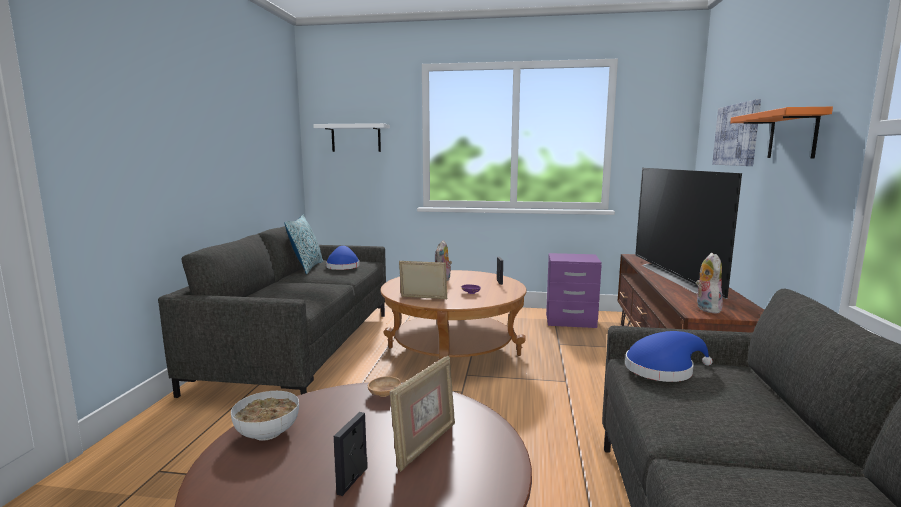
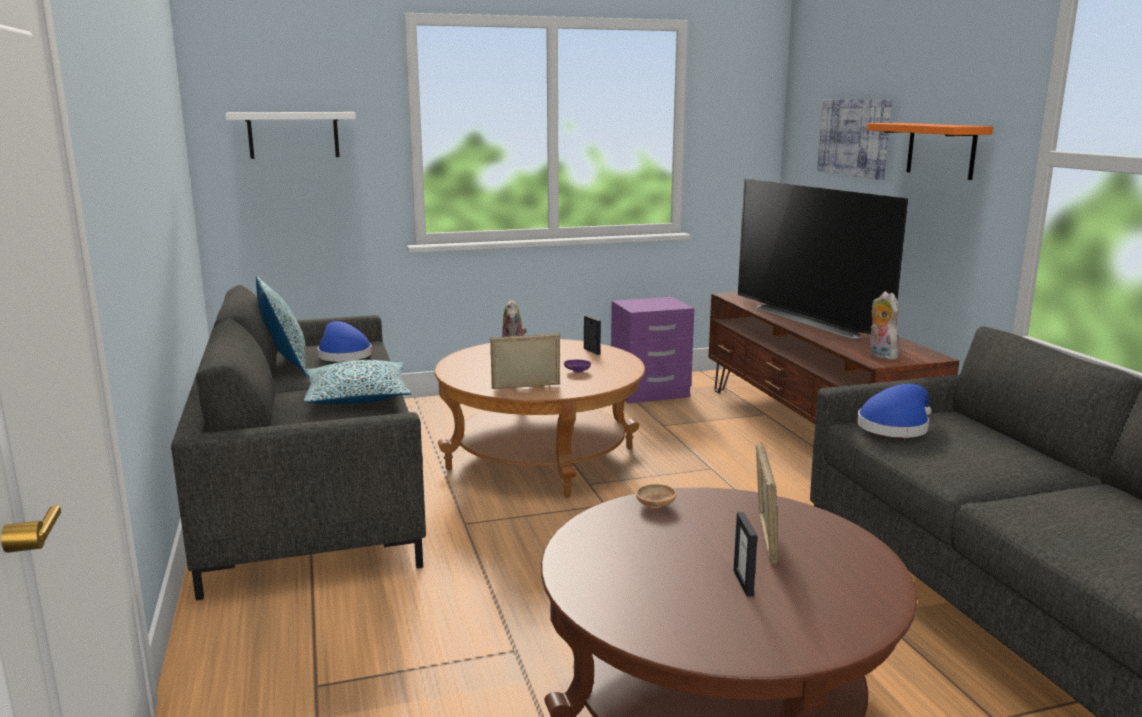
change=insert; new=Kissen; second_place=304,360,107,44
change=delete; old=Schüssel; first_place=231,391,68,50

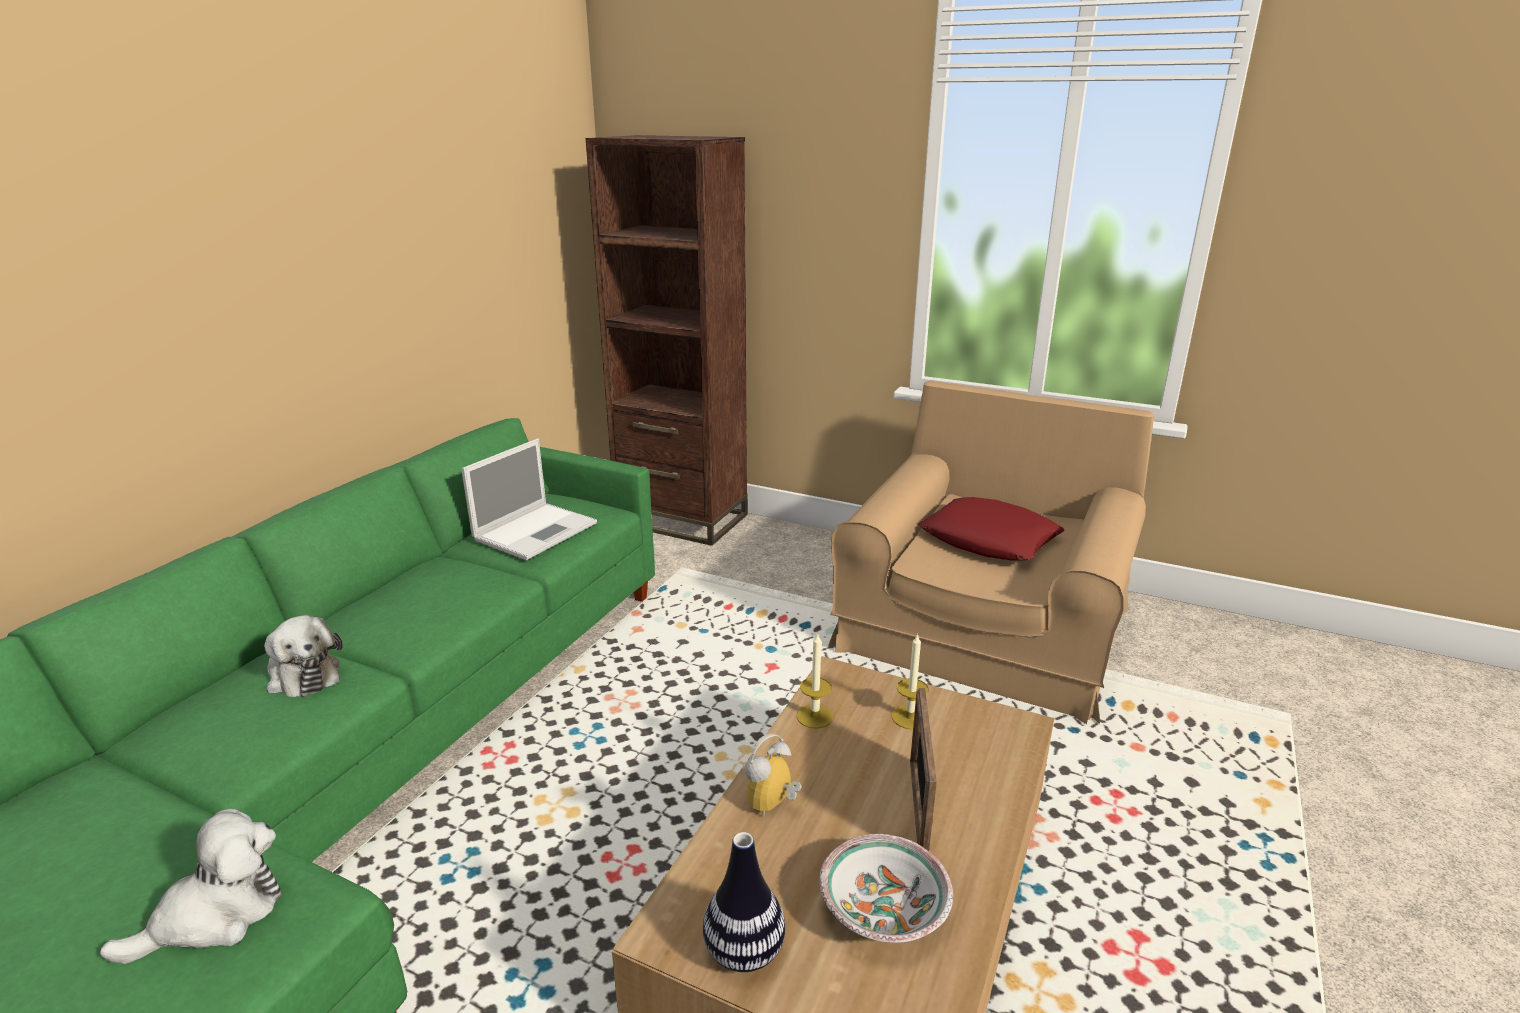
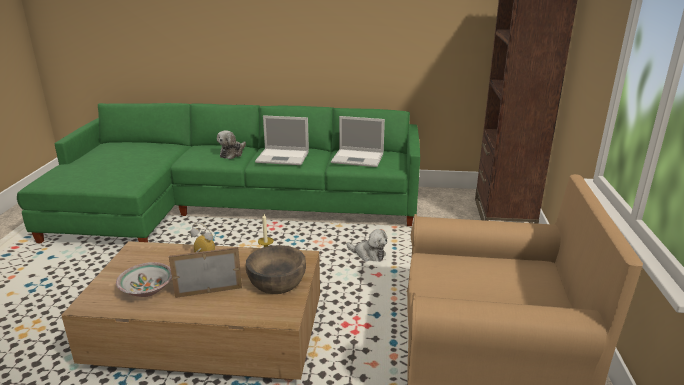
change=replace; old=Kerze; new=Schüssel/braun; first_place=892,633,37,97; second_place=246,245,60,49
change=insert; new=Laptop; second_place=255,115,54,50
change=move; old=Plüschtier; first_place=100,809,181,155; second_place=347,229,40,33
change=delete; old=Vase; first_place=703,832,82,140
change=delete; old=Kissen/rot; first_place=919,497,145,64

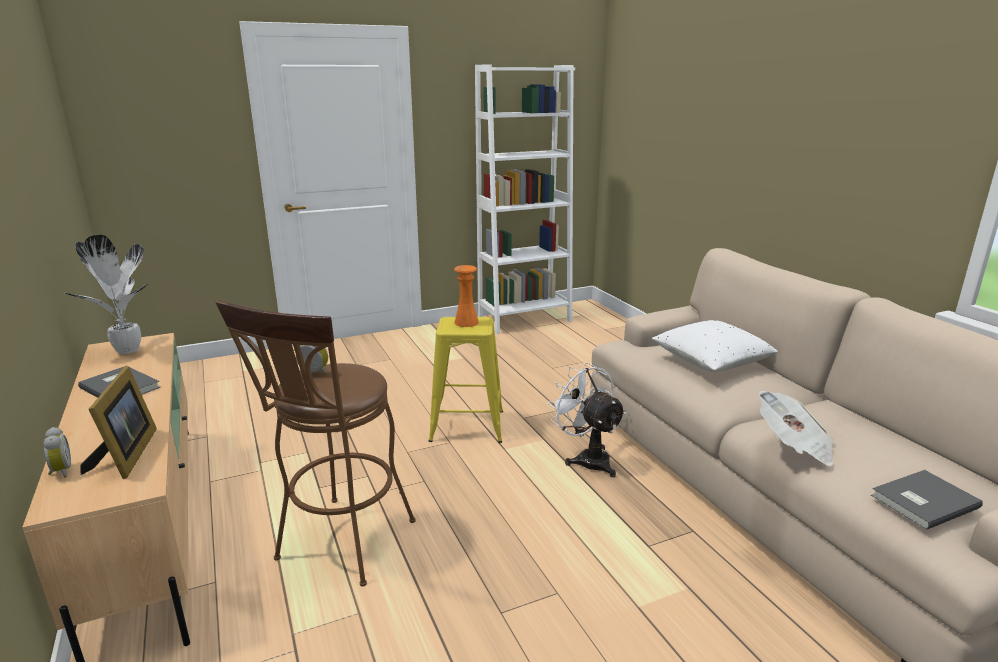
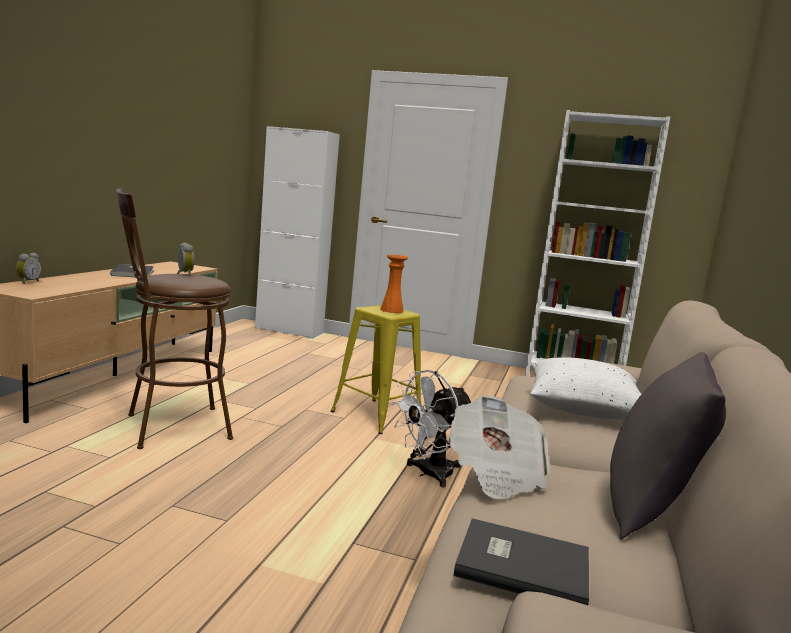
change=insert; new=Schrank/weiß; second_place=255,126,85,213
change=rotate; old=Ventilator/weiß; first_place=548,362,78,115; second_place=391,370,80,118; degrees=-135
change=insert; new=Kissen/grau; second_place=610,352,116,188
change=delete; old=Topfpflanze; first_place=65,235,85,119
change=delete; old=Bilderrahmen; first_place=80,366,77,113

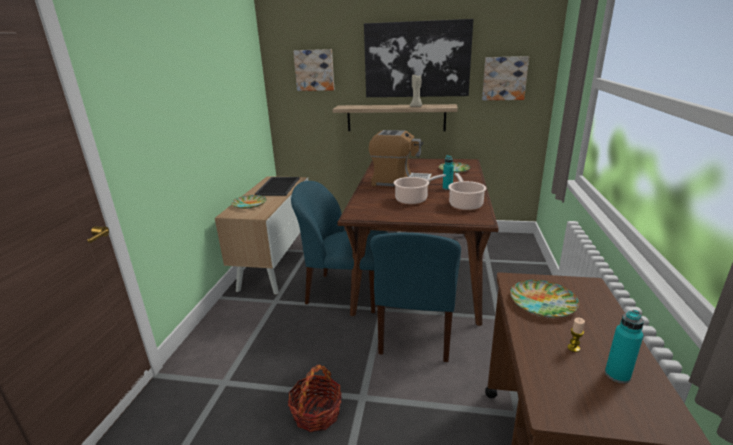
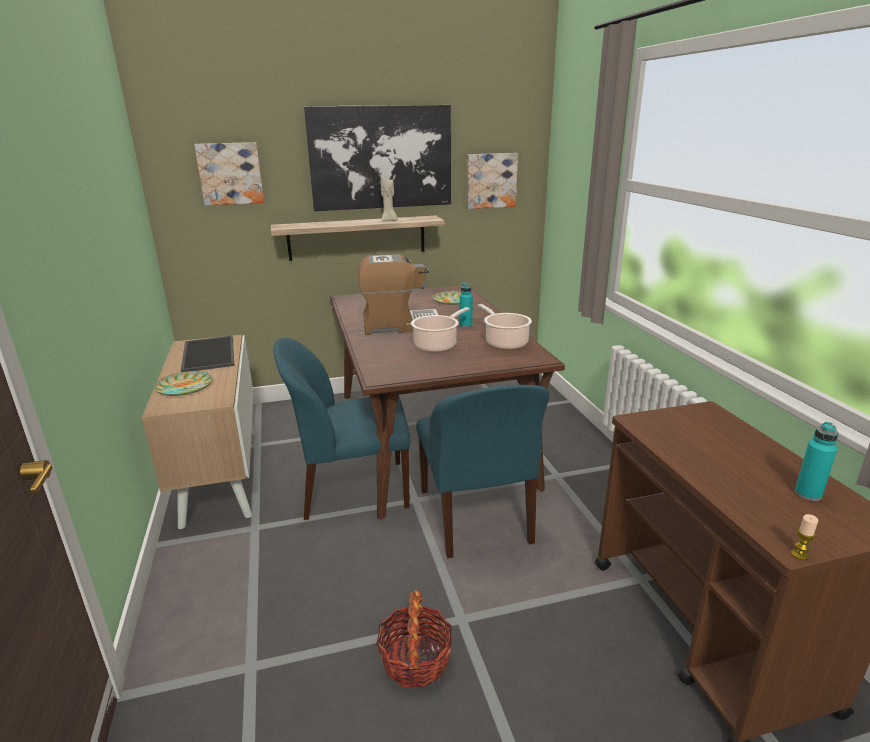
change=move; old=Kerze; first_place=567,318,18,34; second_place=791,514,27,46
change=delete; old=Teller; first_place=510,280,69,38

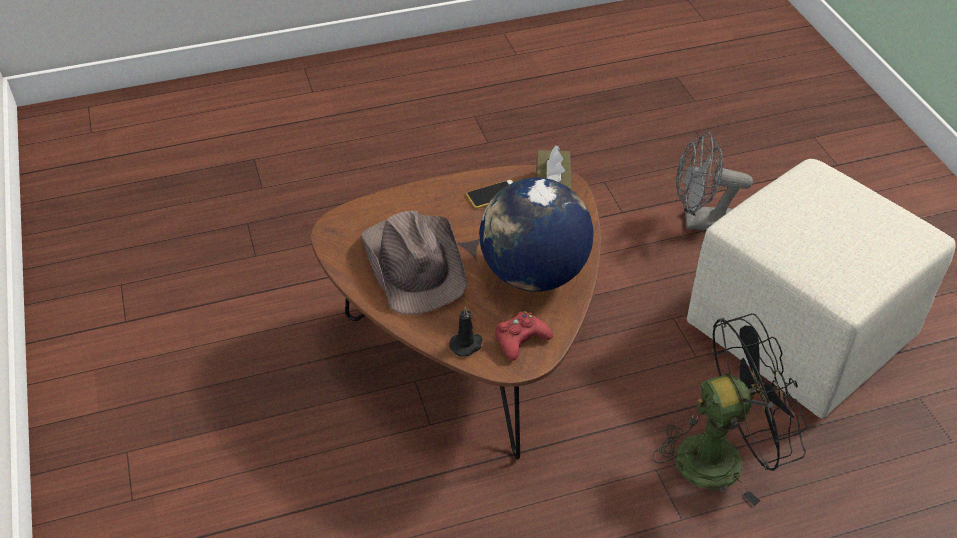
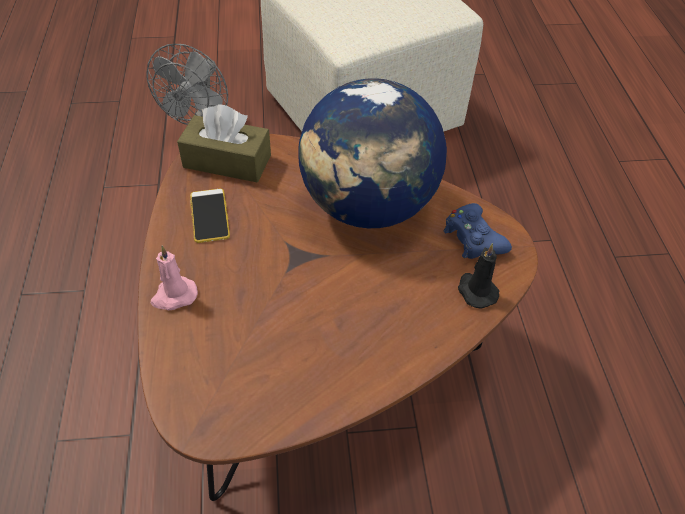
change=insert; new=Kerze/rosa; second_place=151,246,47,64
change=recolor; old=Gamepad/rot; new=Gamepad/blau; first_place=495,311,58,50; second_place=444,203,68,56
change=delete; old=Hut/braun; first_place=361,211,106,103
change=delete; old=Ventilator/schwarz; first_place=652,313,156,193

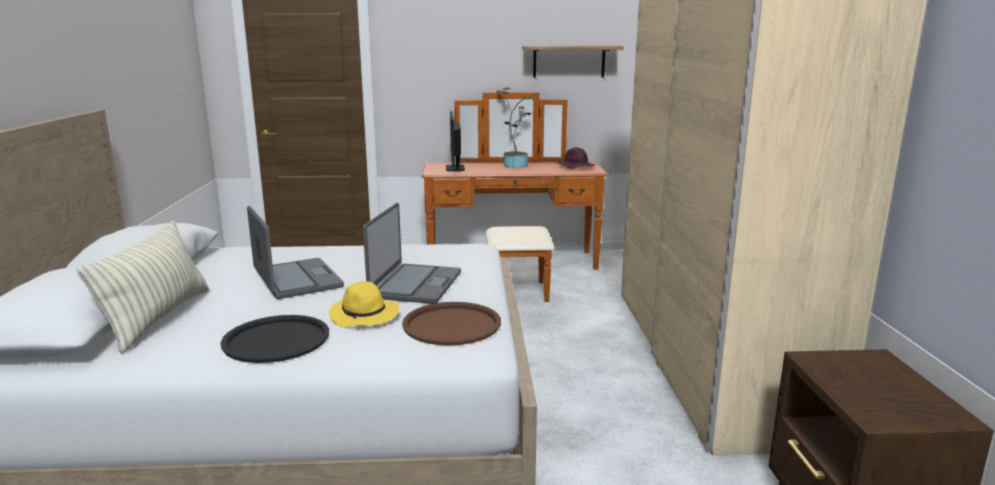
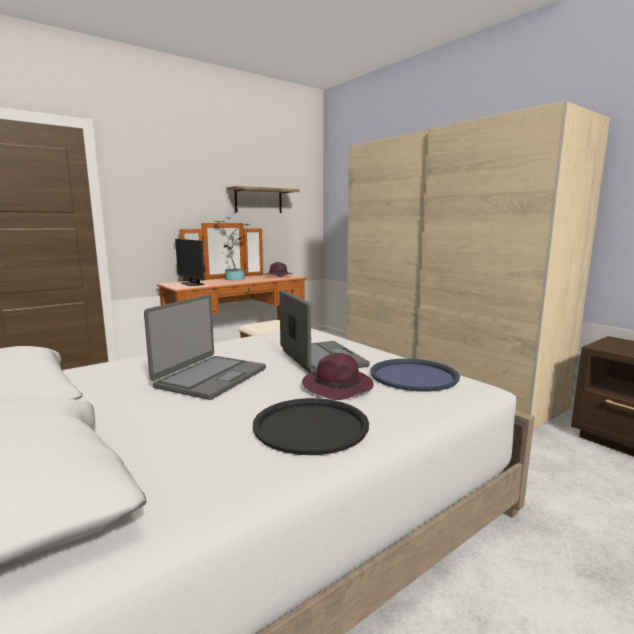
change=rotate; old=Laptop; first_place=247,206,97,93; second_place=144,295,122,105; degrees=90
change=recolor; old=Hut/gelb; new=Hut/lila; first_place=329,281,70,46; second_place=302,353,72,47
change=recolor; old=Tablett/braun; new=Tablett/blau; first_place=402,302,99,43; second_place=371,359,89,32
change=delete; old=Kissen; first_place=77,221,132,132

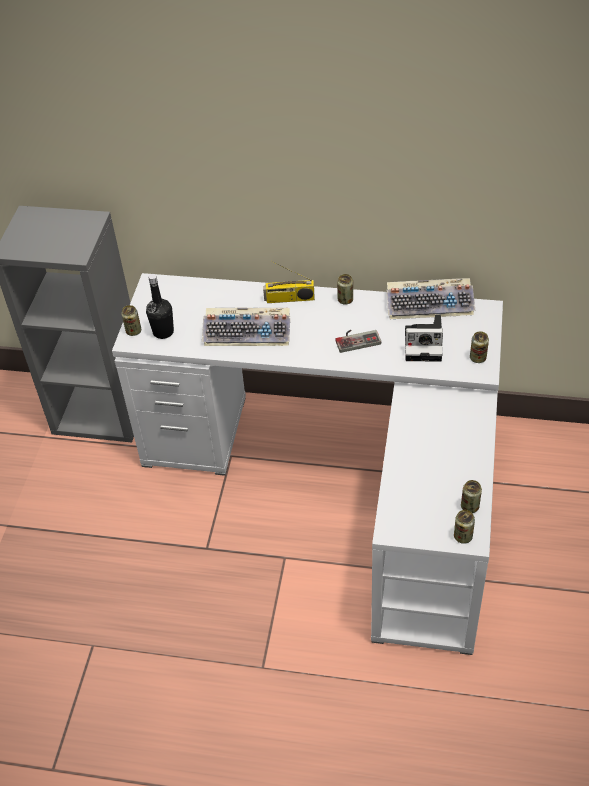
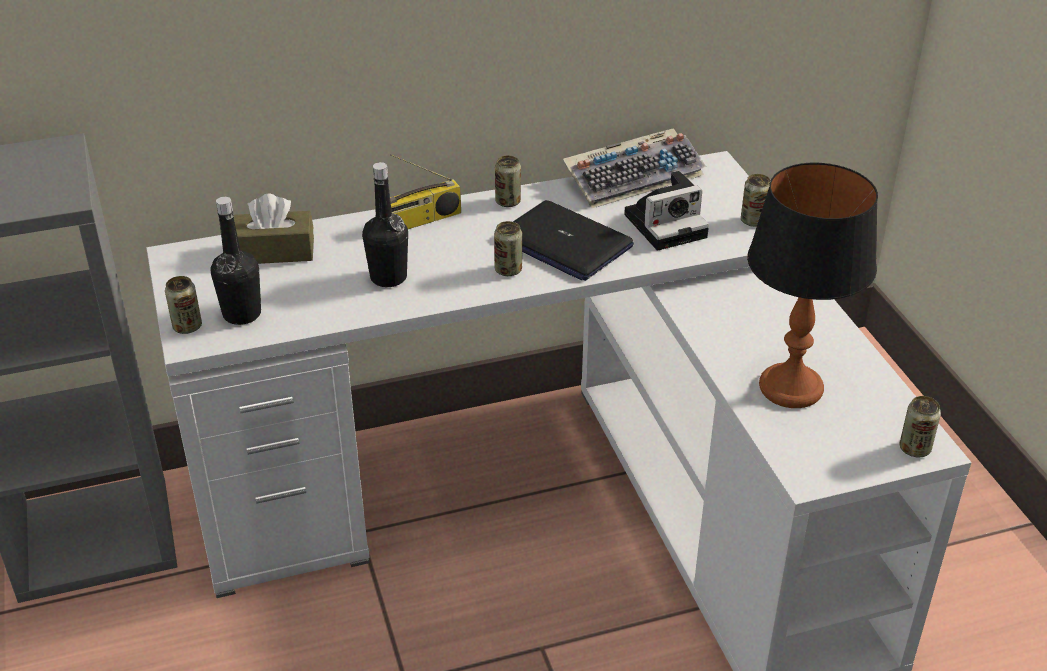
change=insert; new=Taschentuchbox/braun; second_place=233,193,81,71
change=replace; old=Tastatur; new=Flasche/schwarz; first_place=202,308,88,38; second_place=362,162,46,125
change=move; old=Dose; first_place=461,480,21,33; second_place=494,221,28,55
change=replace; old=Gamepad; new=Laptop; first_place=335,329,46,24; second_place=513,200,121,81
change=insert; new=Tischlampe; second_place=747,163,131,245

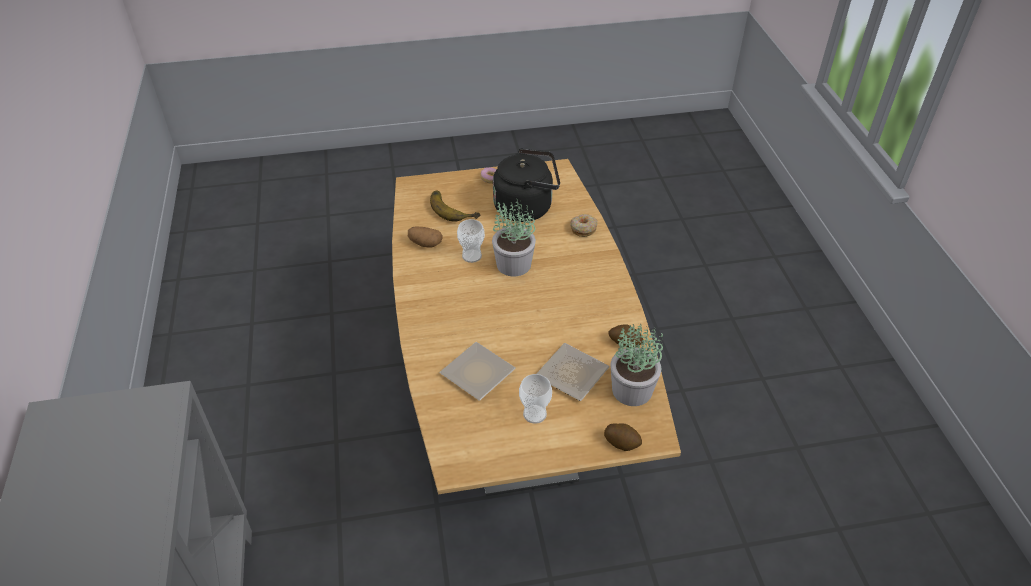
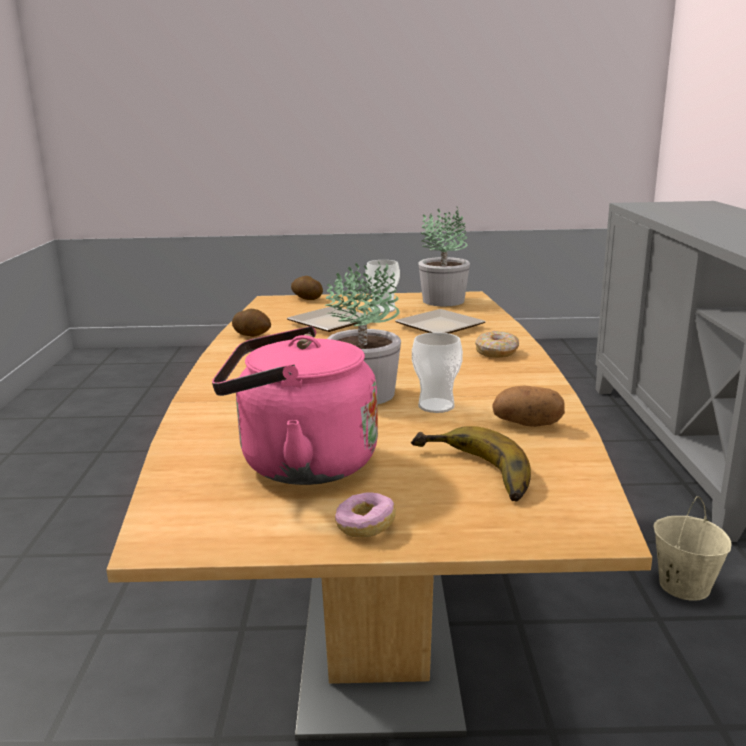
change=recolor; old=Wasserkessel/schwarz; new=Wasserkessel/rosa; first_place=493,149,67,73; second_place=212,326,166,159
change=move; old=Topfpflanze; first_place=610,323,53,83; second_place=418,207,52,99
change=move; old=Donut; first_place=570,214,28,23; second_place=475,331,44,27
change=insert; new=Eimer/beige; second_place=653,496,79,105

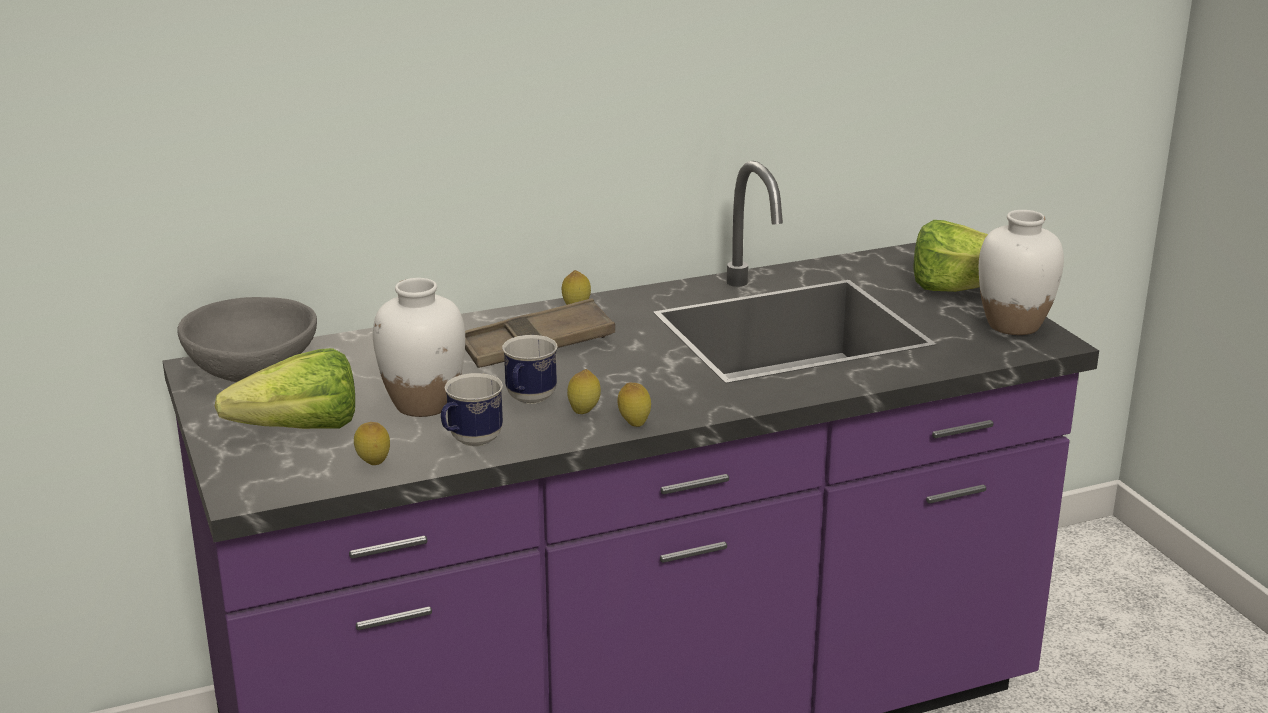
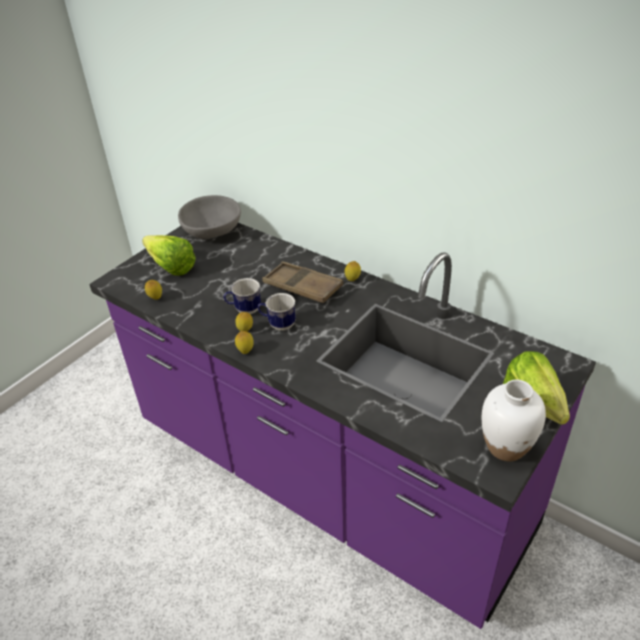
change=move; old=Henkelbecher; first_place=441,373,62,73; second_place=258,293,38,38
change=delete; old=Vase/weiß; first_place=373,278,92,139

